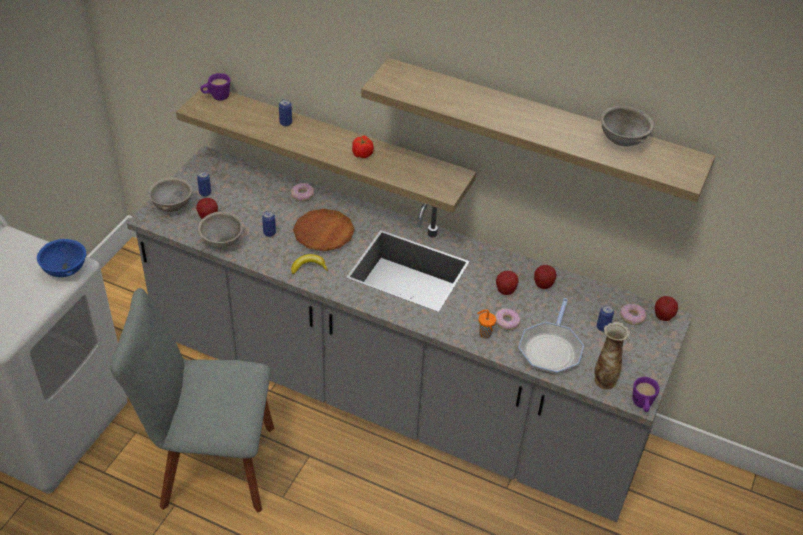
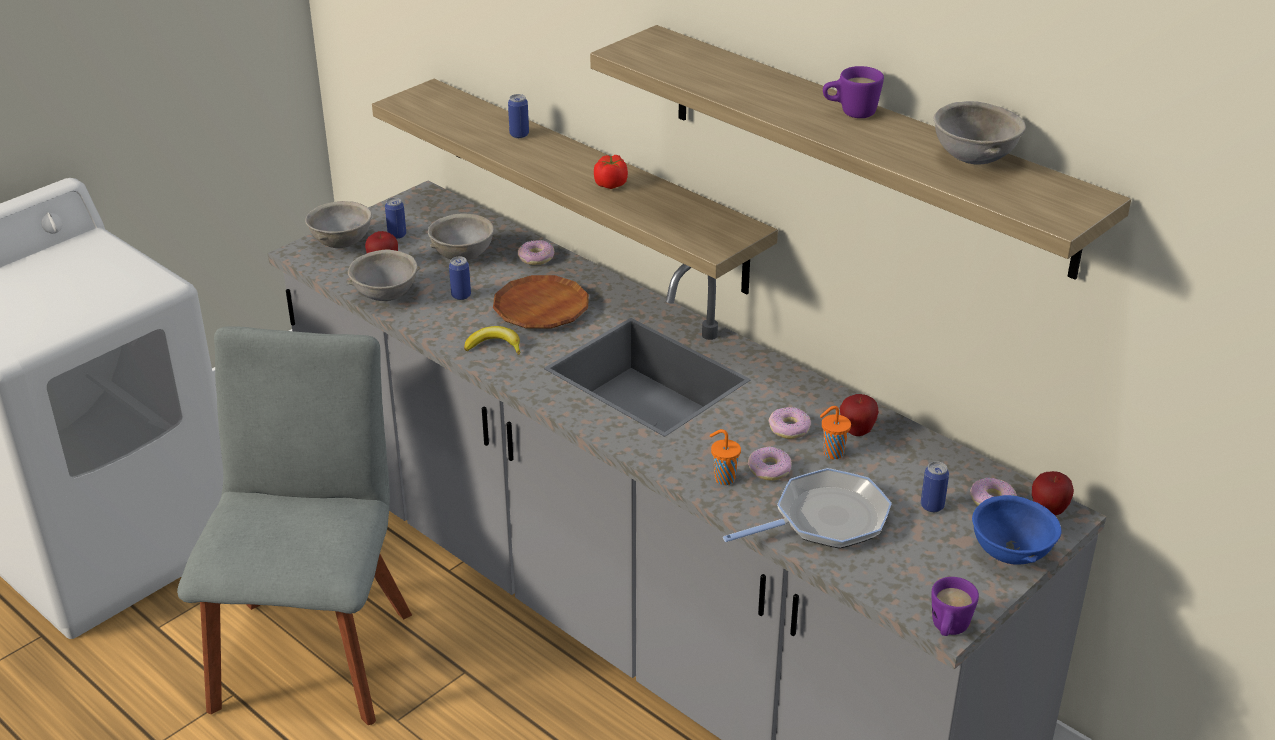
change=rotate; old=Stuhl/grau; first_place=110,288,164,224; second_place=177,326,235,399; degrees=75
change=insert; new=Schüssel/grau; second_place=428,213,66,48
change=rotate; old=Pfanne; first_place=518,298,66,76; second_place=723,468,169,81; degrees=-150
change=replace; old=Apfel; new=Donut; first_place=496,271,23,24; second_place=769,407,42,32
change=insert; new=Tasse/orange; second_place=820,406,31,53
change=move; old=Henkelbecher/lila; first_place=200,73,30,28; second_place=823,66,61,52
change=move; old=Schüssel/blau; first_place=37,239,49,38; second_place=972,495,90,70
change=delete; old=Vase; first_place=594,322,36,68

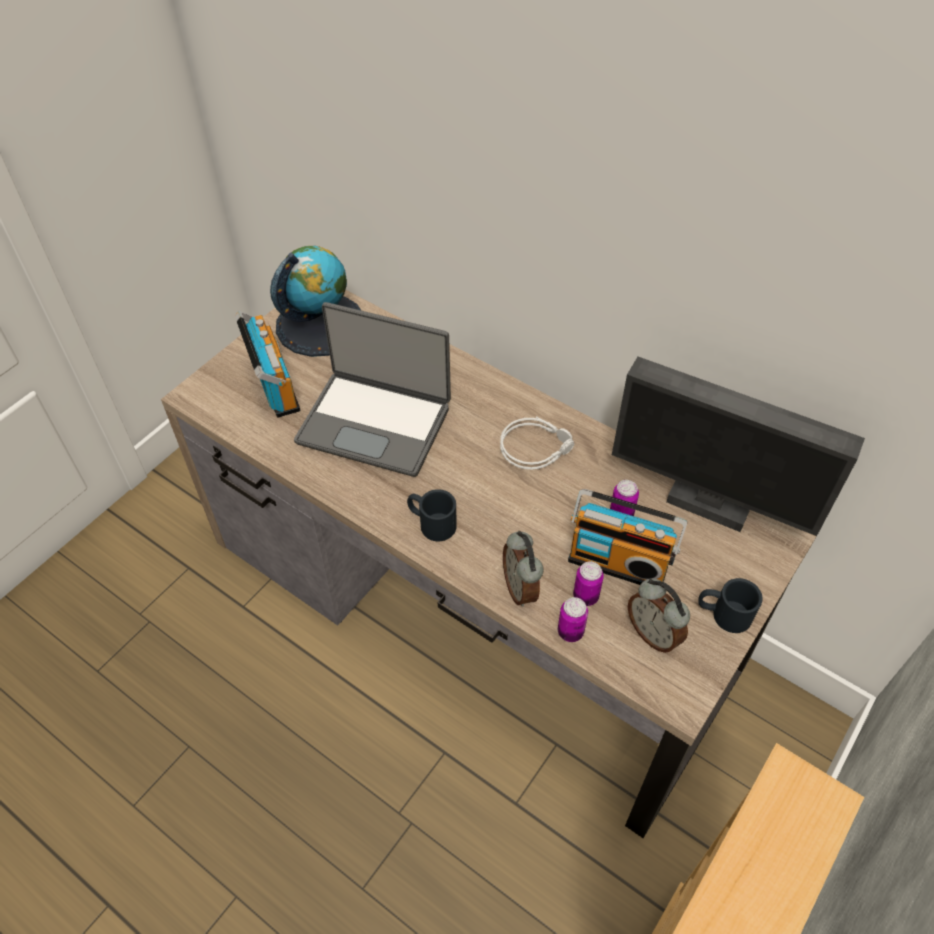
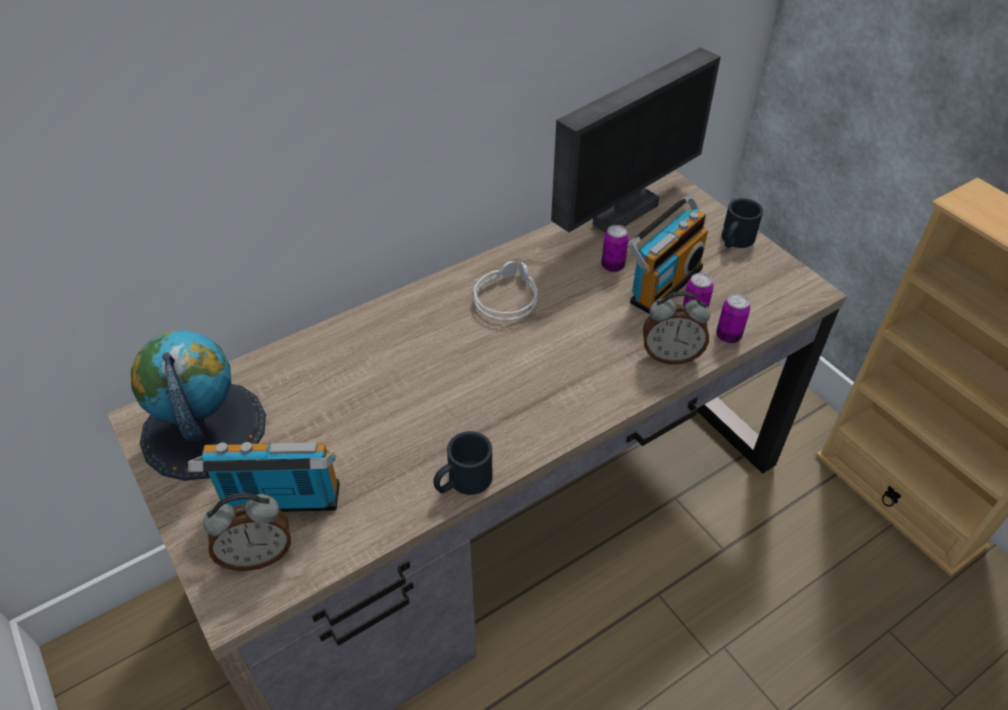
change=move; old=Wecker; first_place=628,579,62,74; second_place=203,493,88,78
change=move; old=Henkelbecher/schwarz; first_place=407,489,50,52; second_place=434,431,59,64
change=delete; old=Laptop; first_place=294,302,157,175

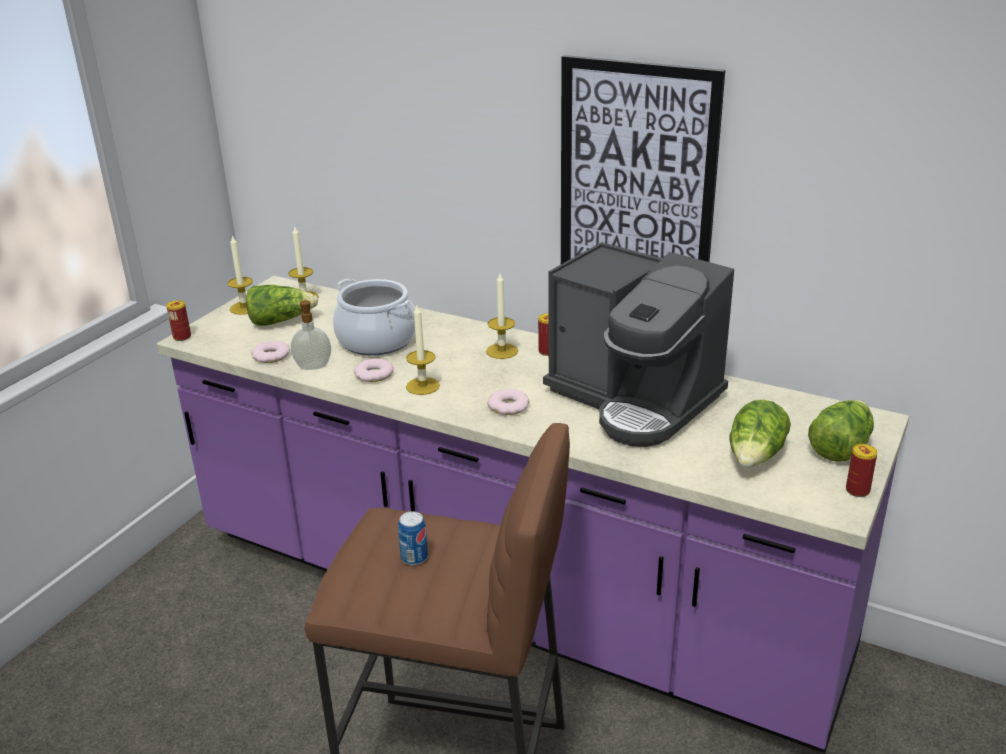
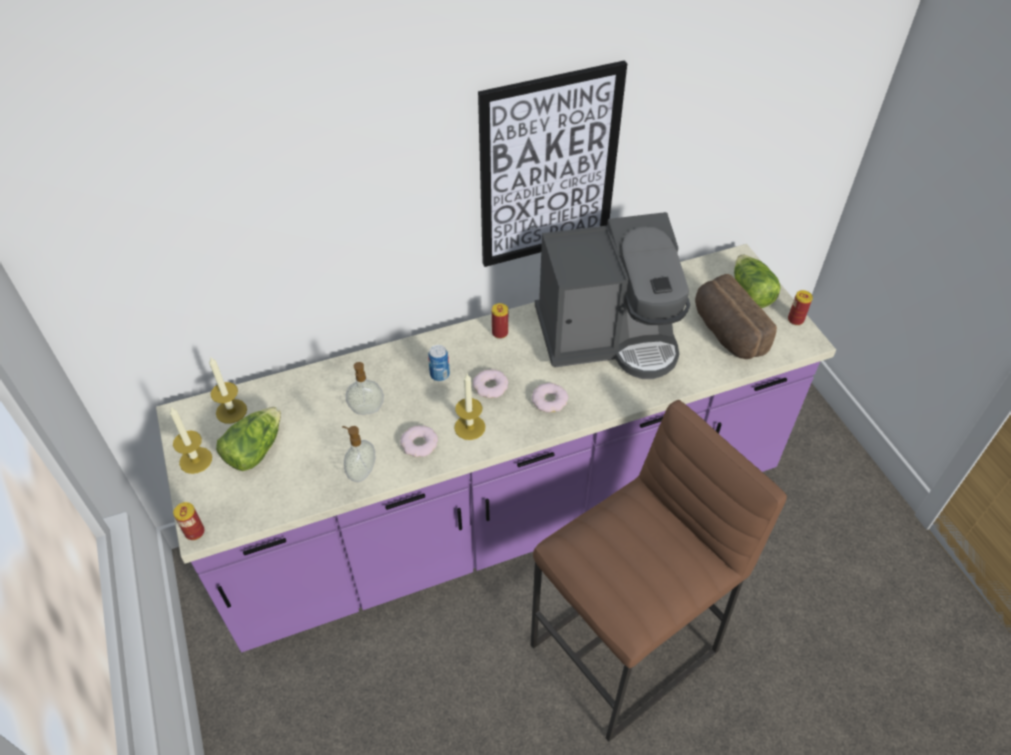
change=replace; old=Kochtopf; new=Seifenspender; first_place=333,279,82,76; second_place=346,362,38,53
change=move; old=Dose; first_place=398,511,30,54; second_place=428,345,22,36
change=move; old=Donut; first_place=251,341,39,22; second_place=473,369,35,29
change=replace; old=Salatkopf; new=Brot; first_place=729,400,62,67; second_place=695,274,82,85
change=delete; old=Kerze; first_place=486,274,32,85

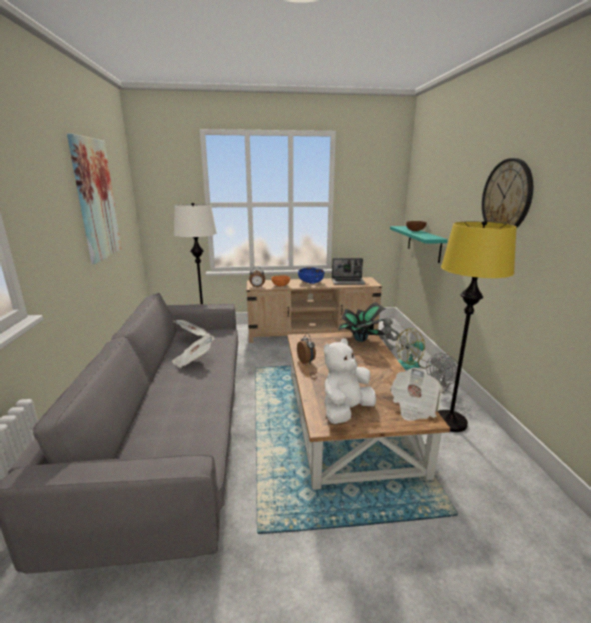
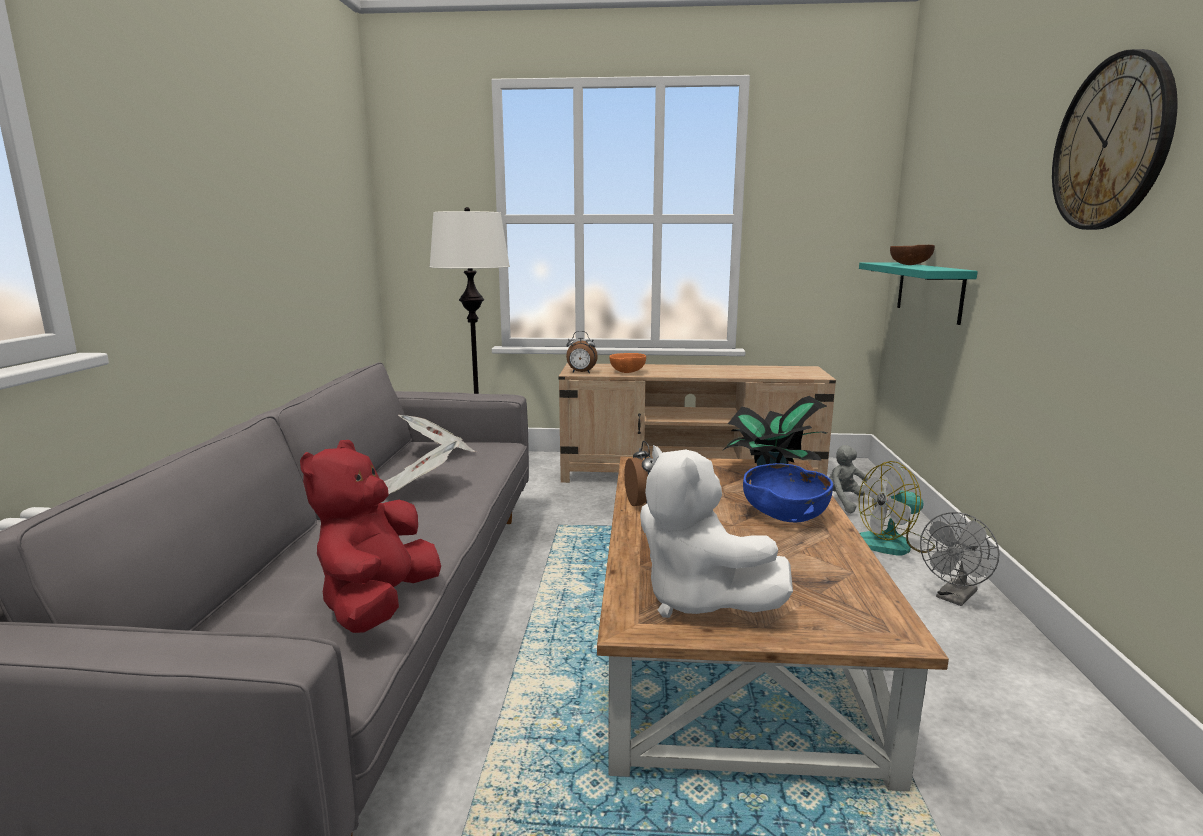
change=insert; new=Plüschtier/rot; second_place=300,440,141,193
change=rotate; old=Plüschtier/weiß; first_place=324,338,52,86; second_place=640,445,153,173; degrees=-90
change=move; old=Schüssel/blau; first_place=298,267,26,17; second_place=743,463,90,59
change=delete; old=Bild; first_place=67,133,55,131
change=delete; old=Laptop; first_place=332,258,33,26
change=delete; old=Zeitung; first_place=390,368,53,53
change=delete; old=Stehlampe/gelb; first_place=438,220,79,212

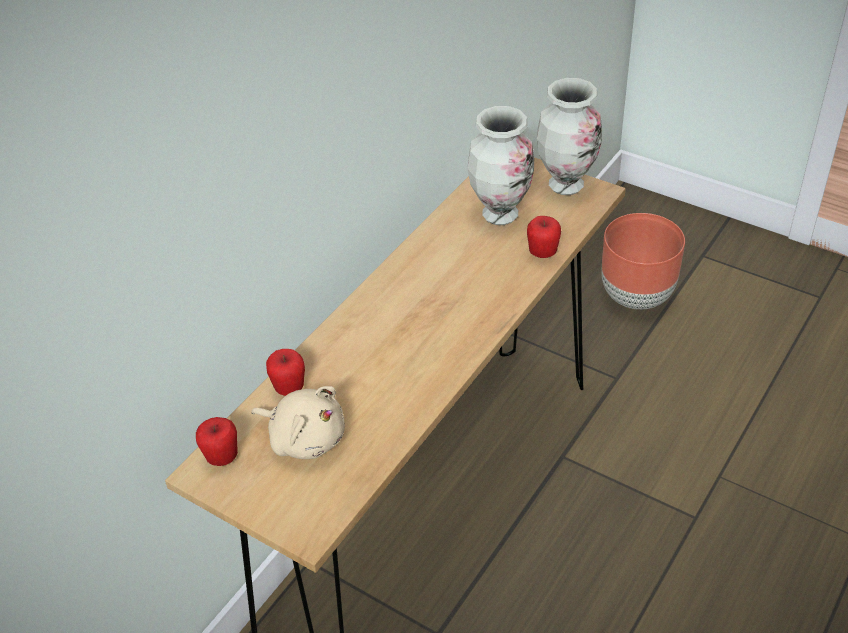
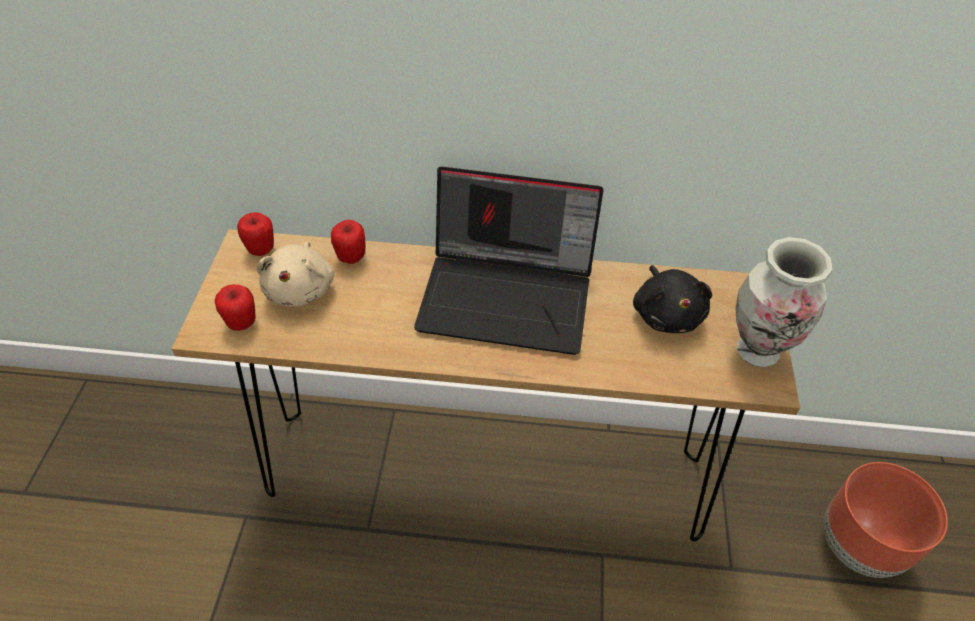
change=move; old=Apfel; first_place=527,216,34,42; second_place=214,284,42,47
change=insert; new=Laptop; second_place=414,167,190,188
change=replace; old=Vase; new=Plüschtier/schwarz; first_place=467,106,67,119; second_place=633,265,79,68

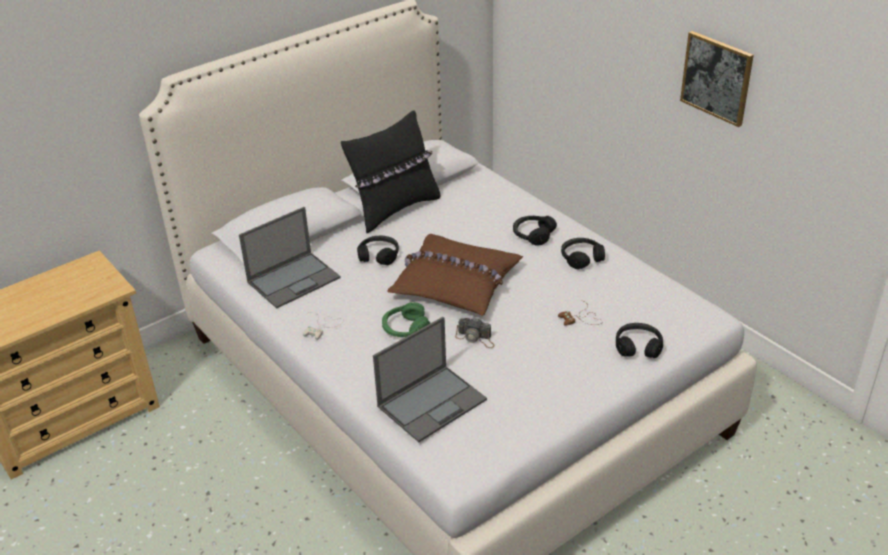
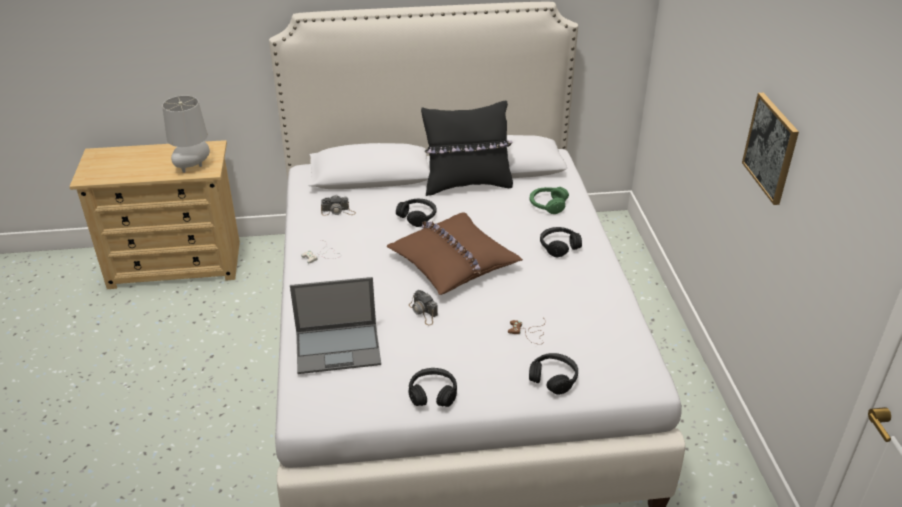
change=insert; new=Tischlampe/grau; second_place=162,95,48,78
change=replace; old=Laptop; new=Kamera; first_place=239,207,102,101; second_place=321,195,35,21
change=move; old=Kopfhörer/schwarz; first_place=561,238,44,31; second_place=408,368,49,39
change=move; old=Kopfhörer/grün; first_place=382,302,48,35; second_place=530,187,39,27

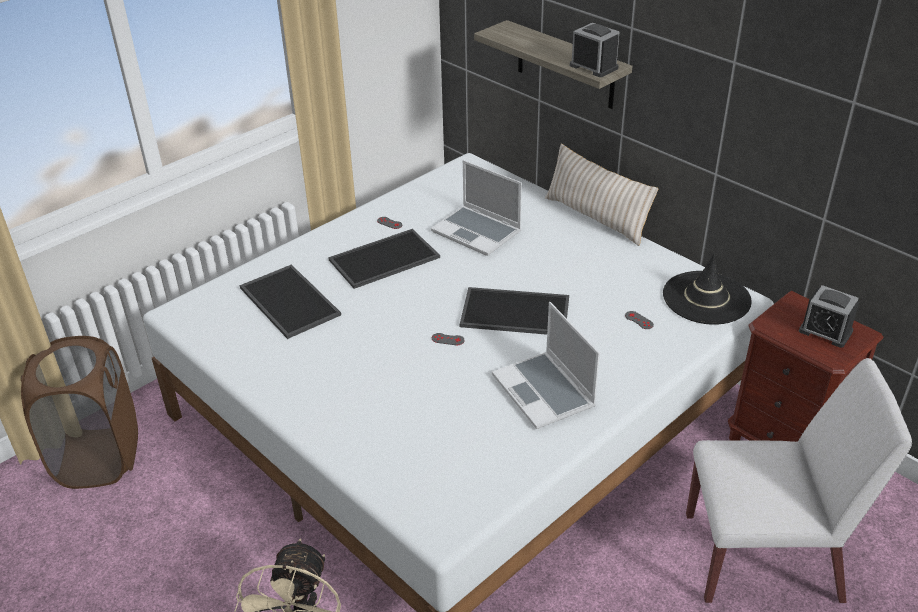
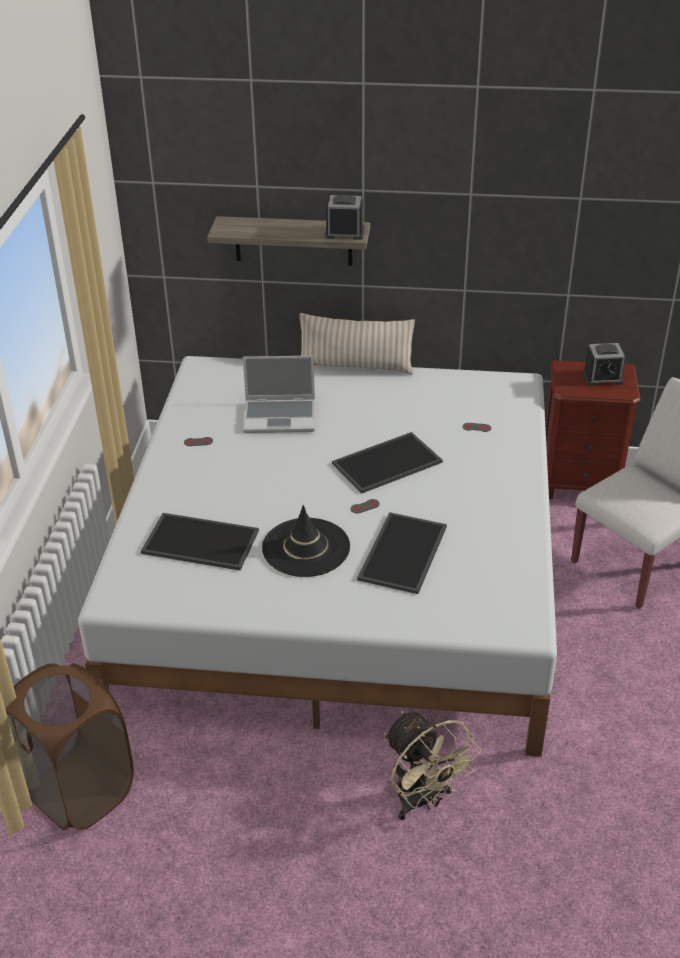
change=move; old=Hut/schwarz; first_place=663,253,89,72; second_place=262,505,88,72
change=move; old=Tablett; first_place=328,229,112,60; second_place=357,512,90,82
change=delete; old=Laptop; first_place=492,302,108,127

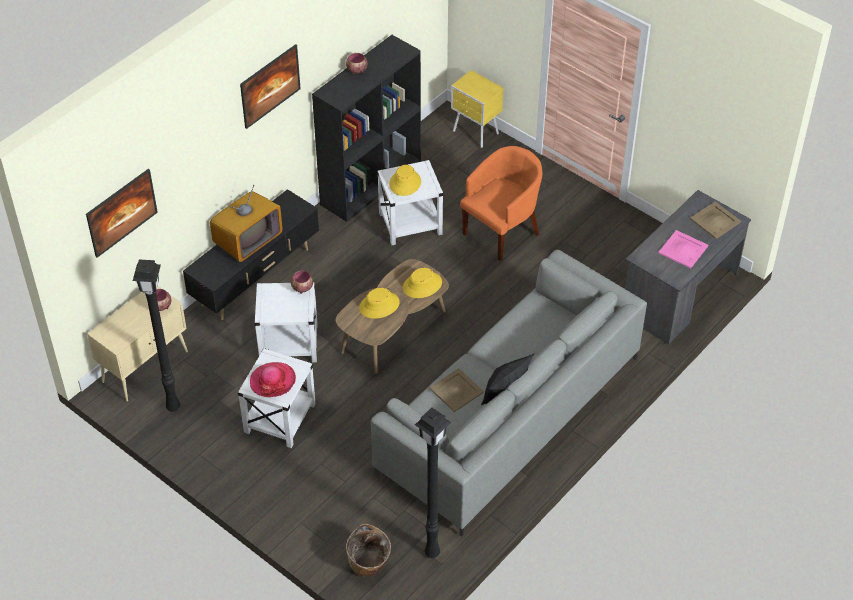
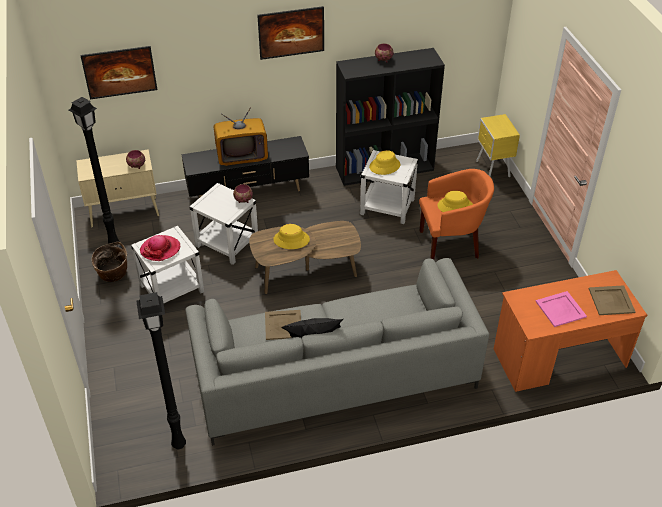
change=move; old=Korb; first_place=346,524,45,53; second_place=92,242,35,40
change=move; old=Hut/gelb; first_place=403,268,39,30; second_place=437,191,36,21
change=recolor; old=Schreibtisch/grau; new=Schreibtisch/orange; first_place=625,190,126,155; second_place=494,270,153,122

